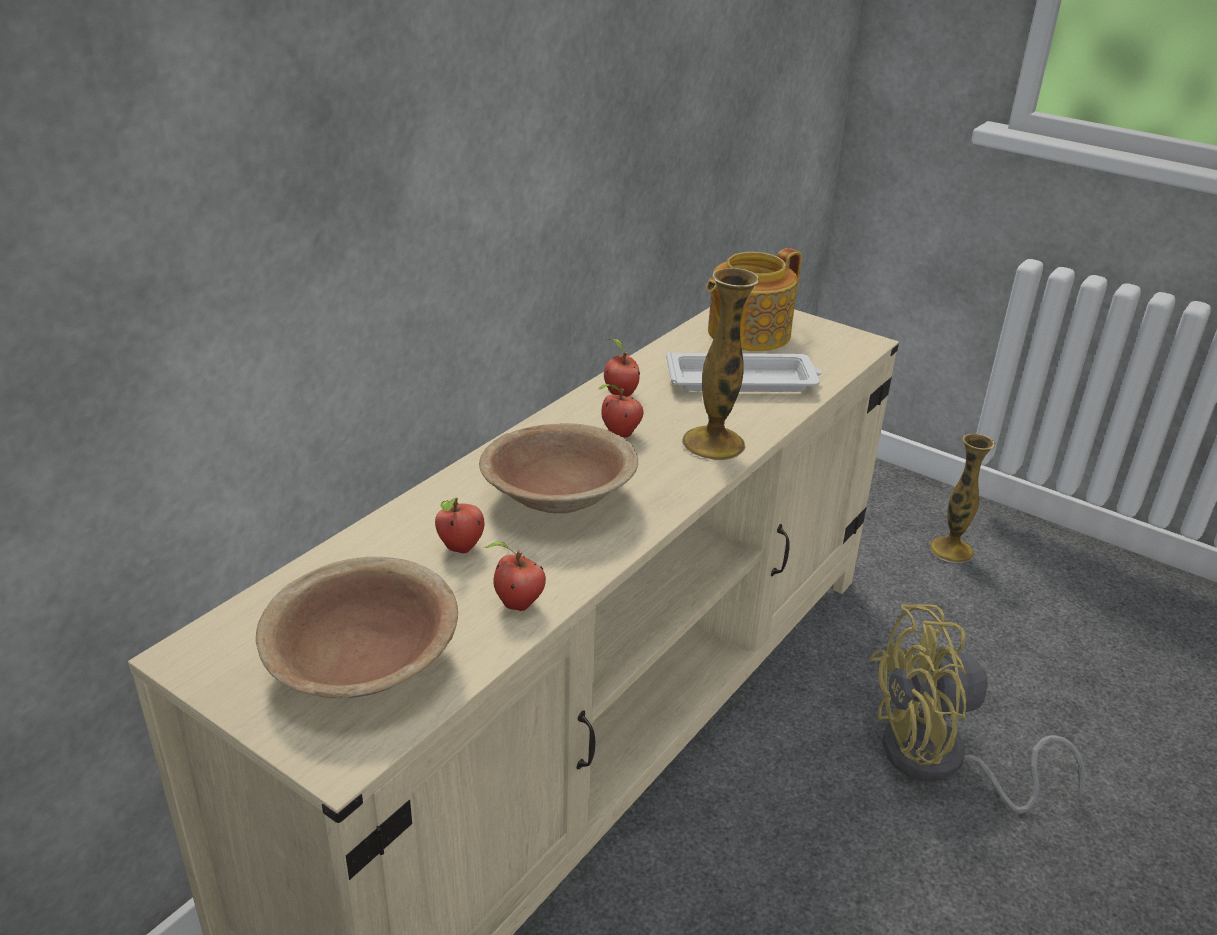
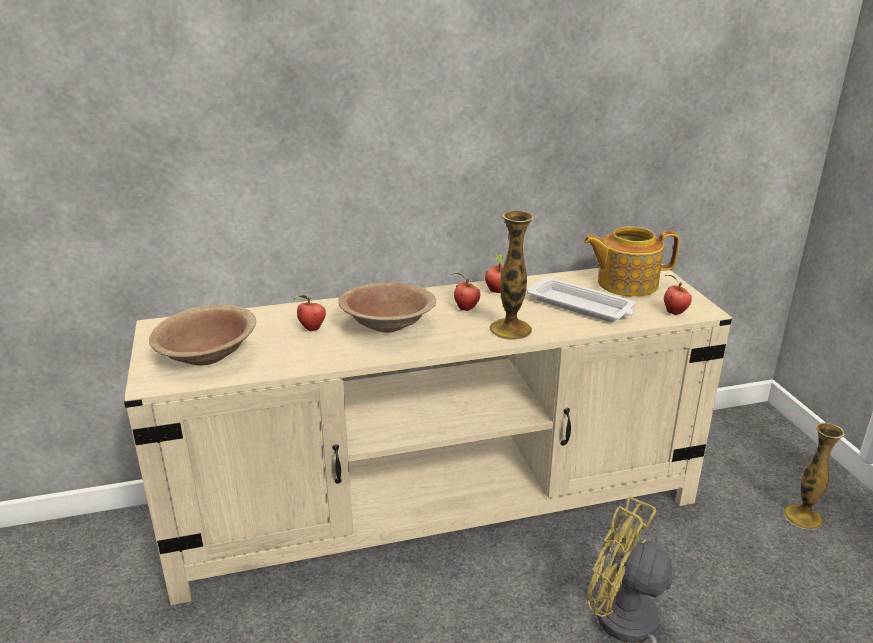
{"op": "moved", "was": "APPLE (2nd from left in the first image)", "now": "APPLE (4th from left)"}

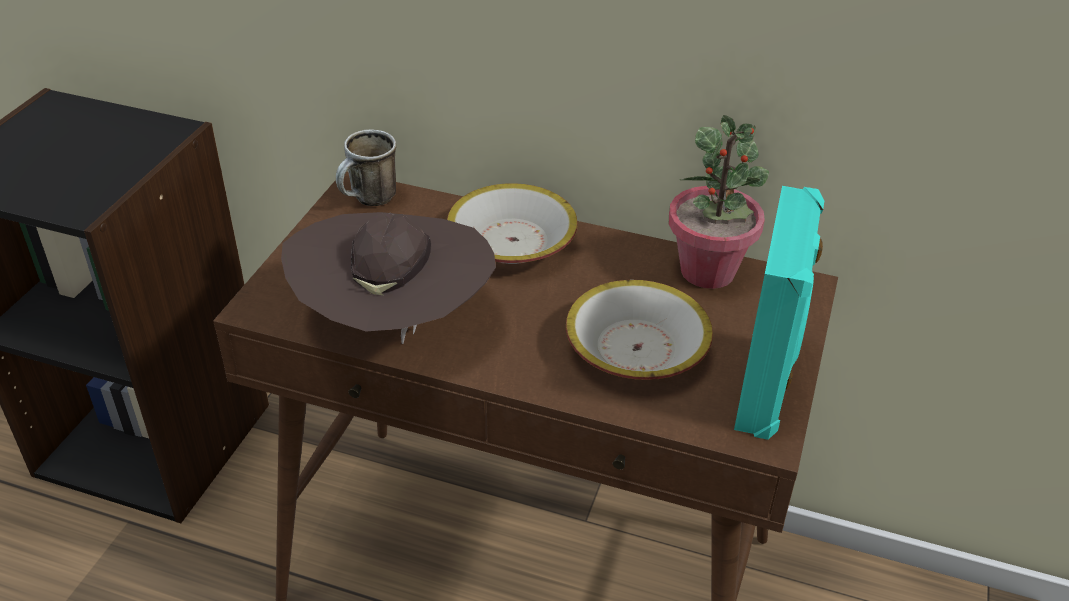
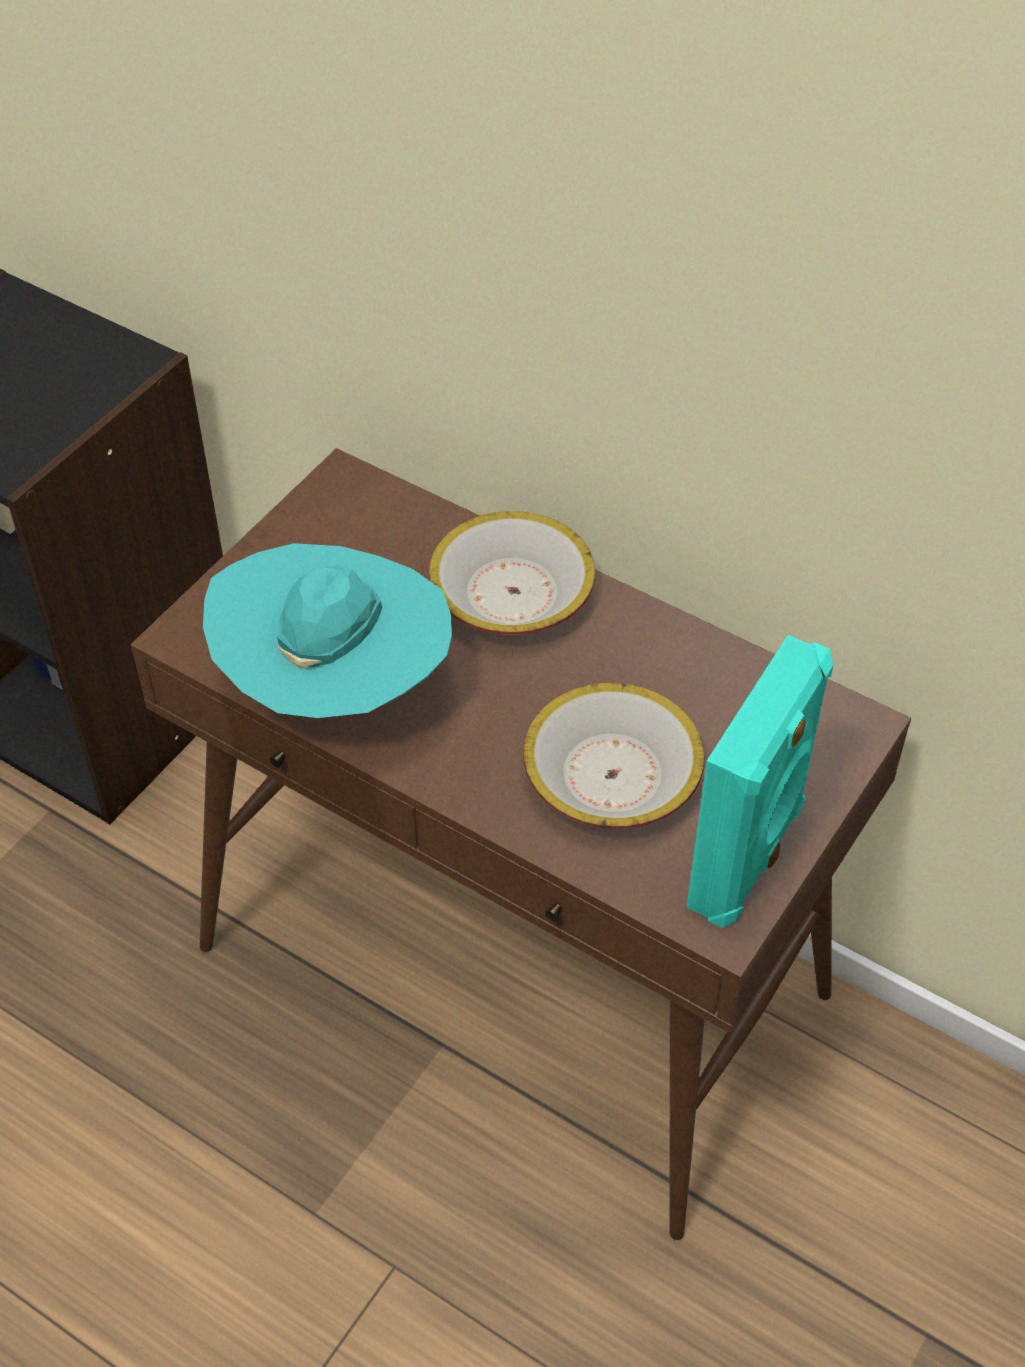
{"op": "recoloured", "was": "BROWN HAT", "now": "TURQUOISE HAT"}
{"op": "removed", "was": "MUG"}
{"op": "removed", "was": "POTTED PLANT"}

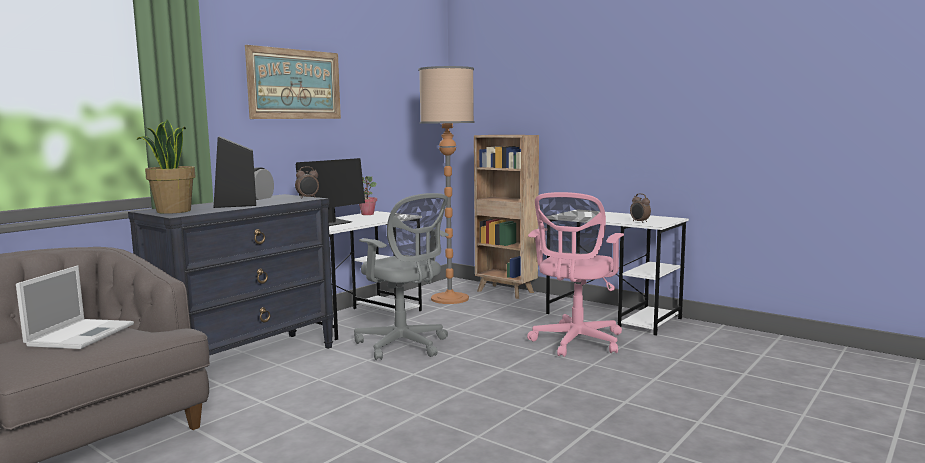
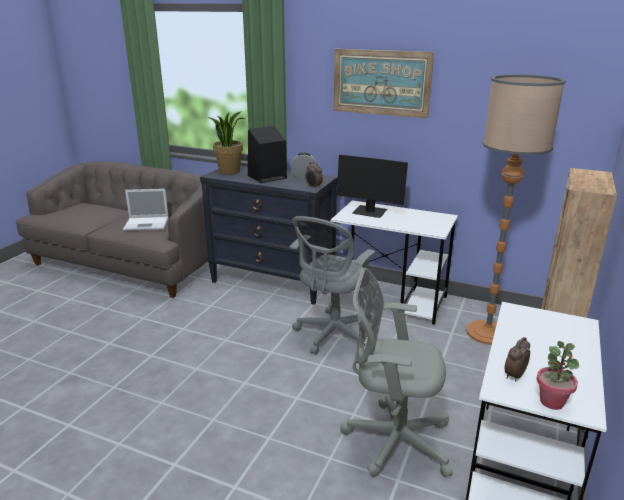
{"op": "moved", "was": "POTTED PLANT (2nd from left)"}
{"op": "recoloured", "was": "PINK OFFICE CHAIR", "now": "GREY OFFICE CHAIR (2nd from left)"}

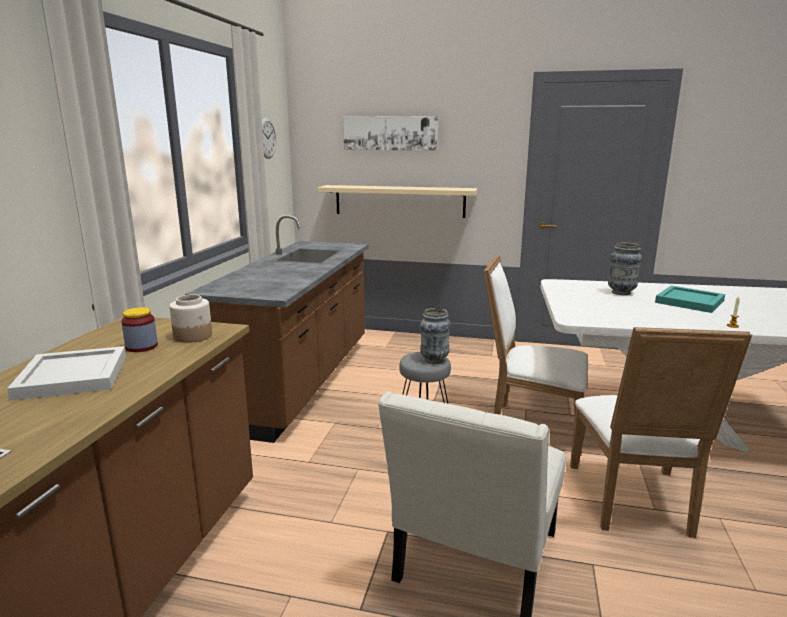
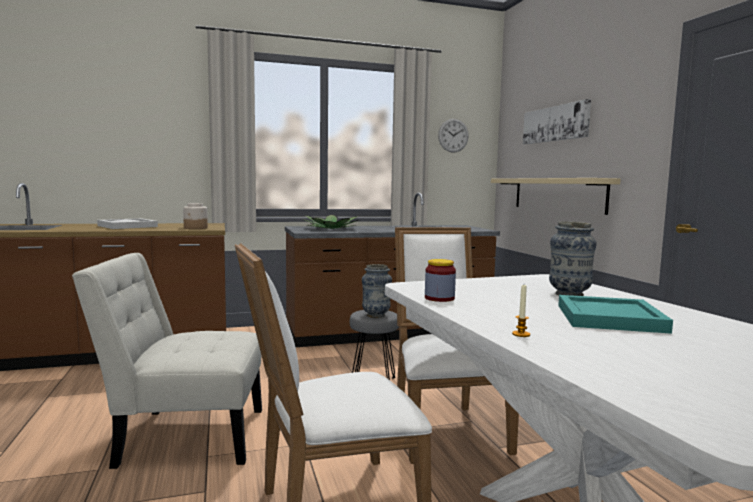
{"op": "moved", "was": "JAR (1st from left in the first image)", "now": "JAR (2nd from left)"}
{"op": "added", "now": "POTTED PLANT"}

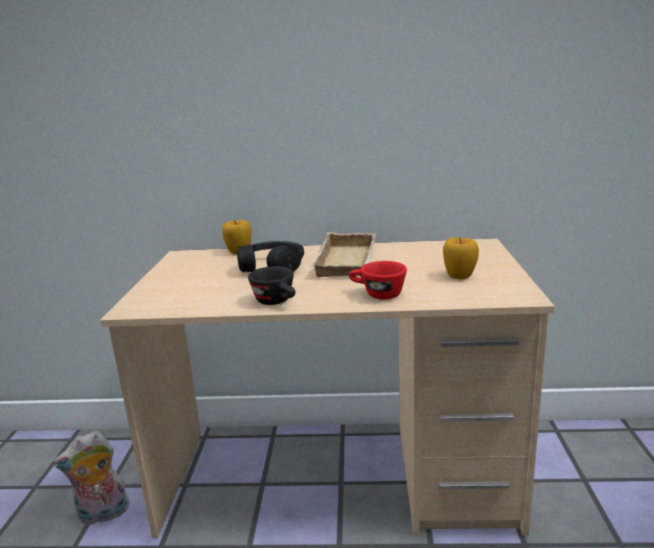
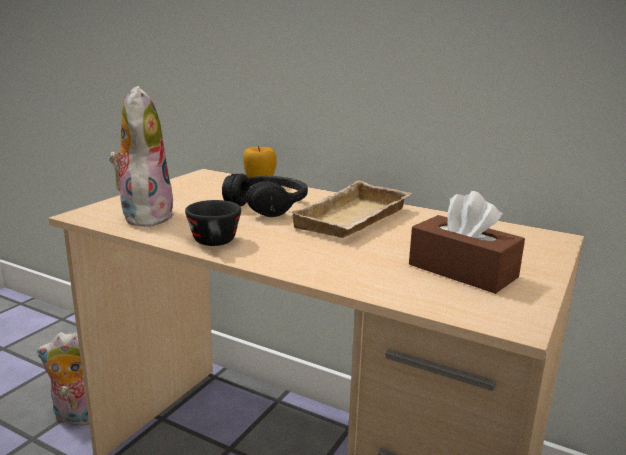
{"op": "removed", "was": "RED CUP"}
{"op": "replaced", "was": "APPLE (2nd from left)", "now": "BROWN TISSUE BOX"}
{"op": "added", "now": "PLUSH TOY (2nd from left)"}

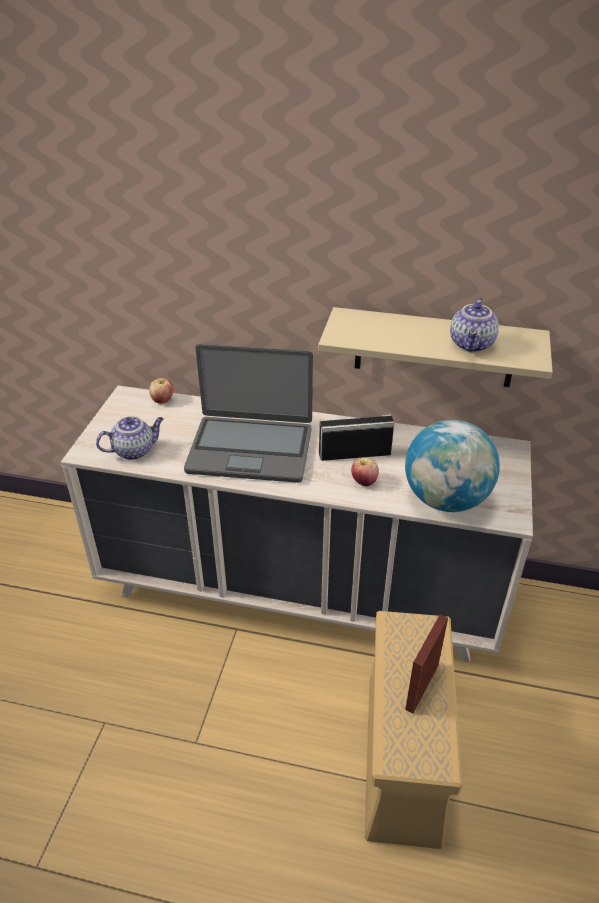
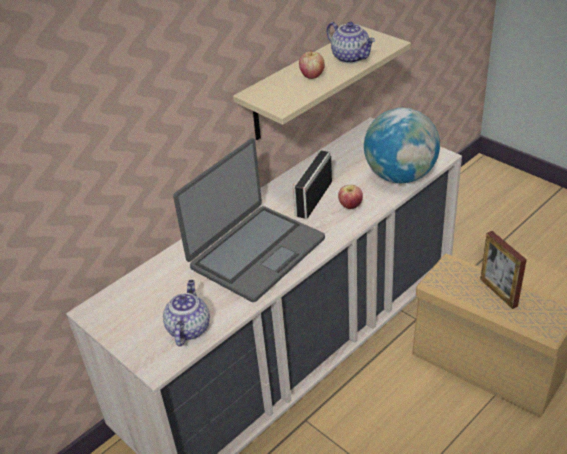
{"op": "moved", "was": "APPLE (1st from left)"}

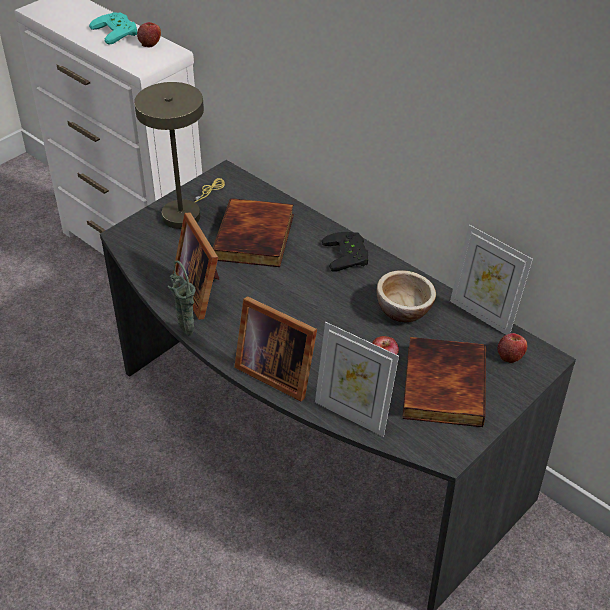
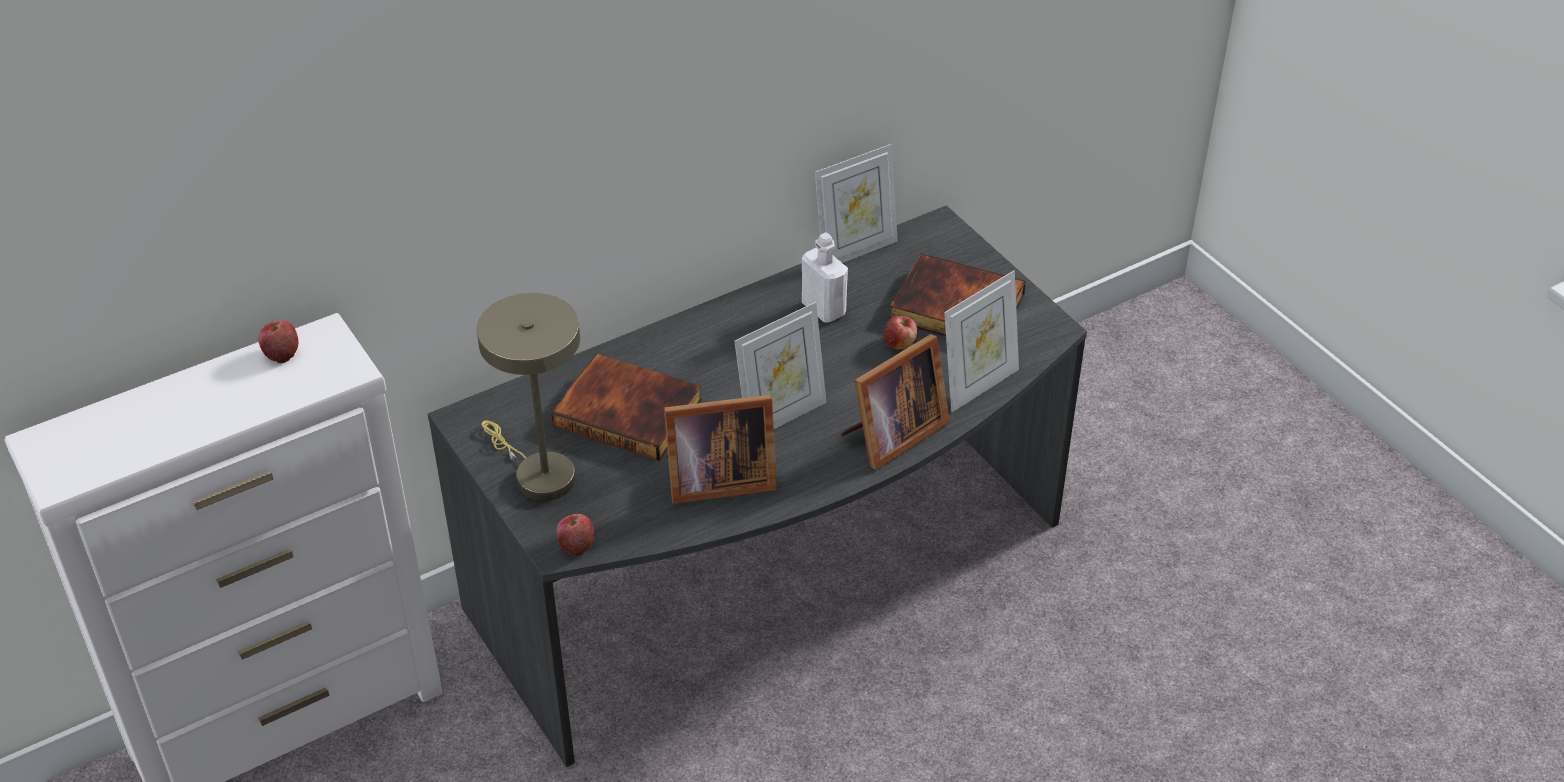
{"op": "removed", "was": "TURQUOISE GAME CONTROLLER"}
{"op": "removed", "was": "GREEN VASE"}
{"op": "removed", "was": "BLACK GAME CONTROLLER"}
{"op": "replaced", "was": "BOWL", "now": "WHITE BOTTLE"}
{"op": "moved", "was": "APPLE (3rd from left in the first image)", "now": "APPLE (2nd from left)"}
{"op": "added", "now": "PICTURE FRAME (2nd from left)"}

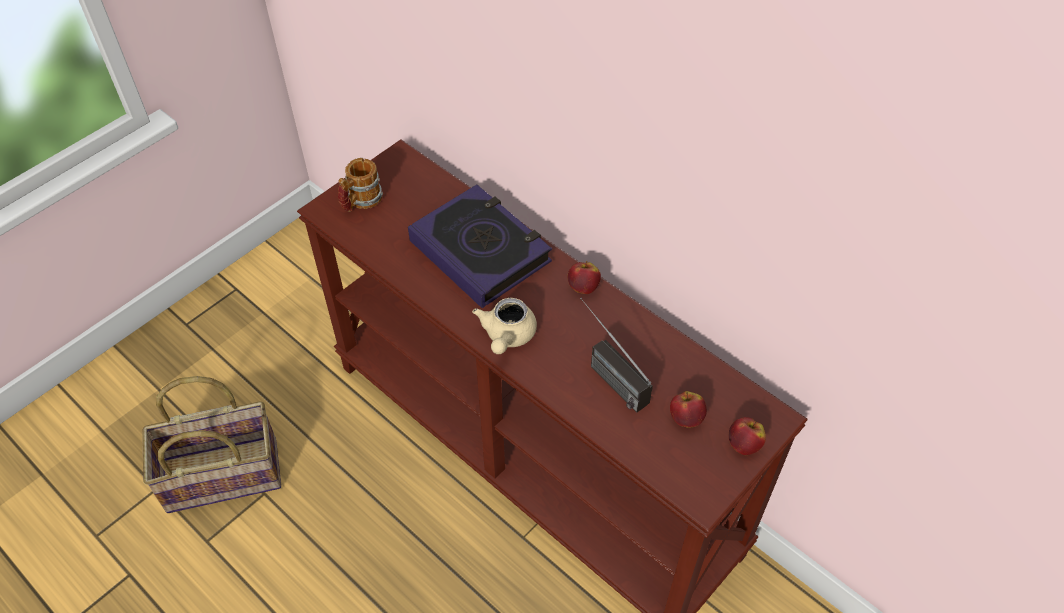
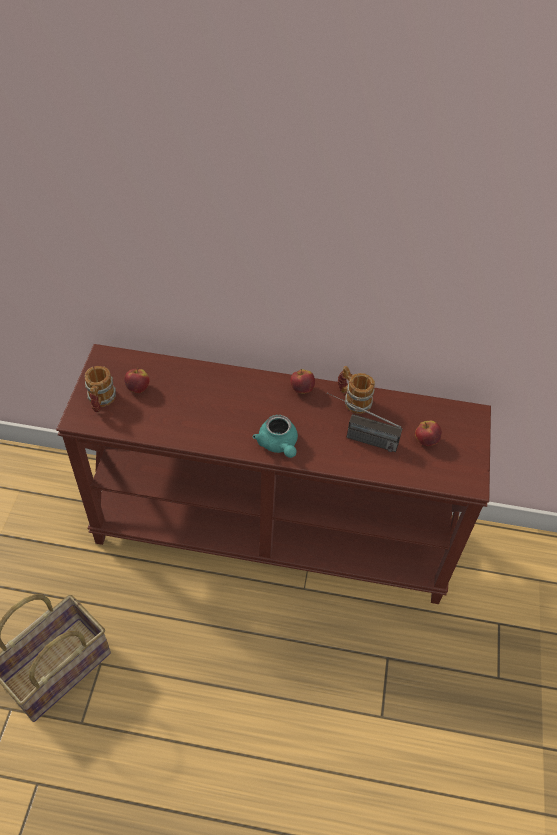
{"op": "removed", "was": "BOOK"}
{"op": "recoloured", "was": "BEIGE TEAPOT", "now": "TURQUOISE TEAPOT"}
{"op": "moved", "was": "APPLE (3rd from left in the first image)", "now": "APPLE (1st from left)"}
{"op": "added", "now": "MUG (2nd from left)"}

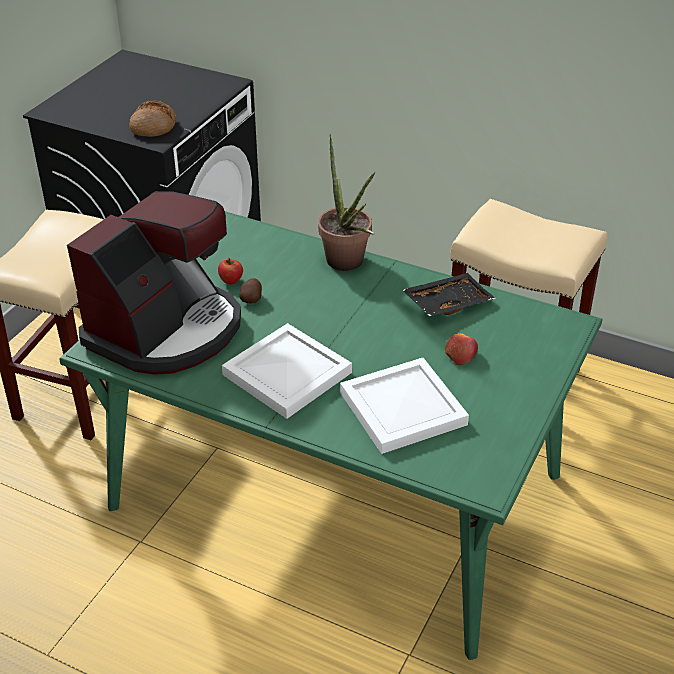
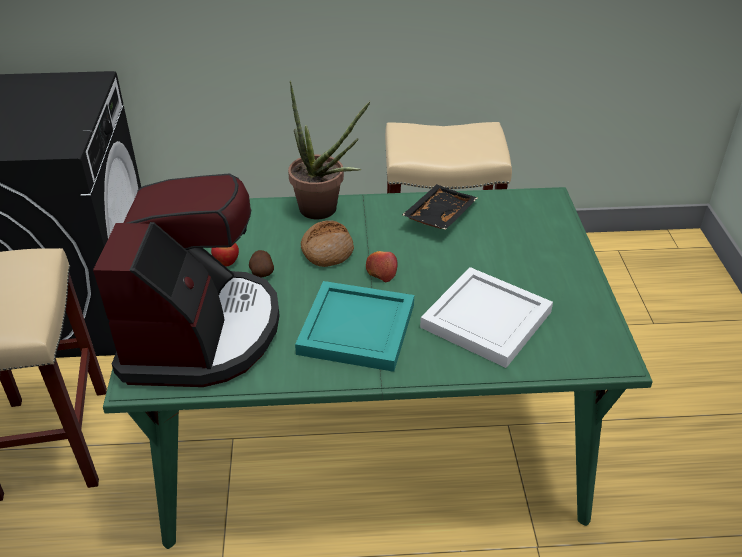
{"op": "moved", "was": "BREAD"}
{"op": "recoloured", "was": "WHITE TRAY (1st from left)", "now": "TURQUOISE TRAY"}
{"op": "moved", "was": "APPLE (2nd from left)"}

